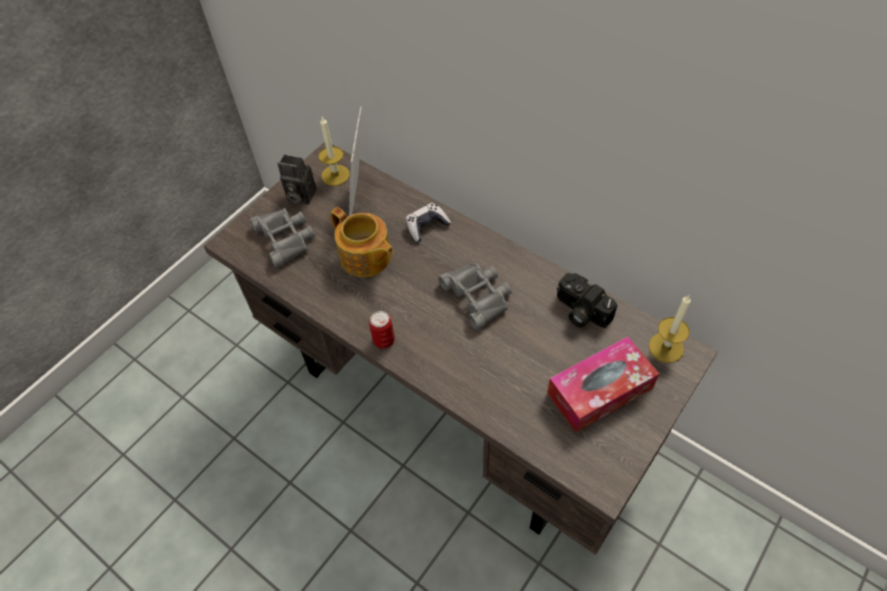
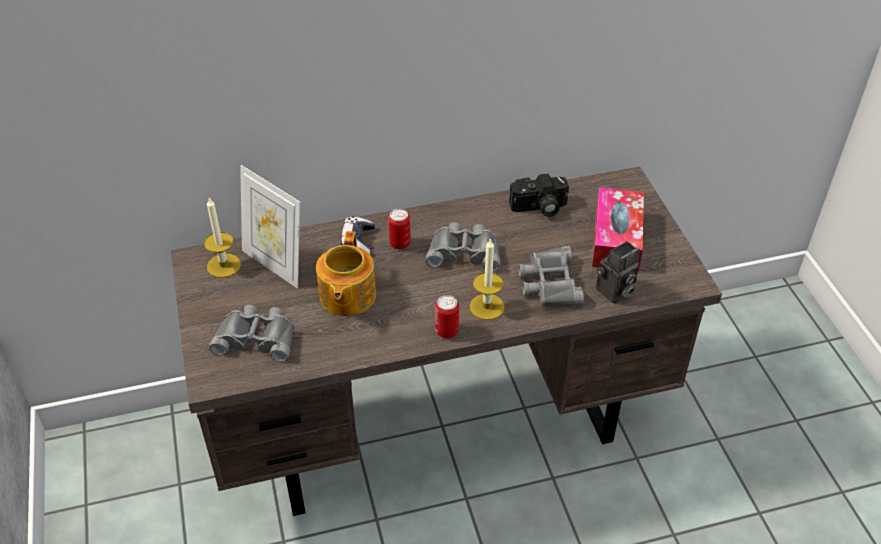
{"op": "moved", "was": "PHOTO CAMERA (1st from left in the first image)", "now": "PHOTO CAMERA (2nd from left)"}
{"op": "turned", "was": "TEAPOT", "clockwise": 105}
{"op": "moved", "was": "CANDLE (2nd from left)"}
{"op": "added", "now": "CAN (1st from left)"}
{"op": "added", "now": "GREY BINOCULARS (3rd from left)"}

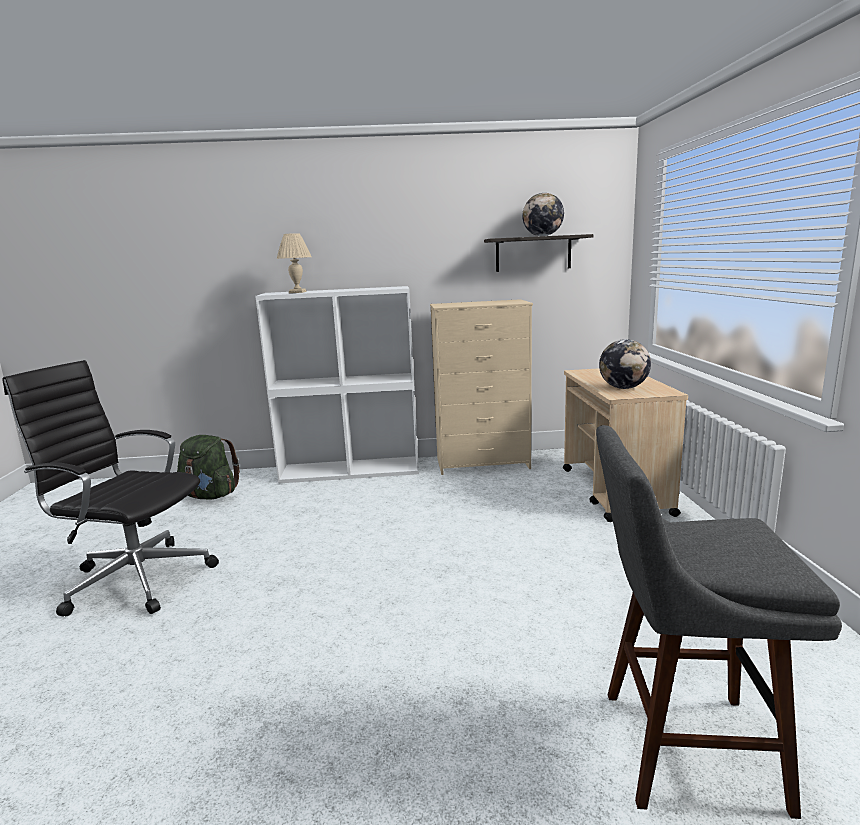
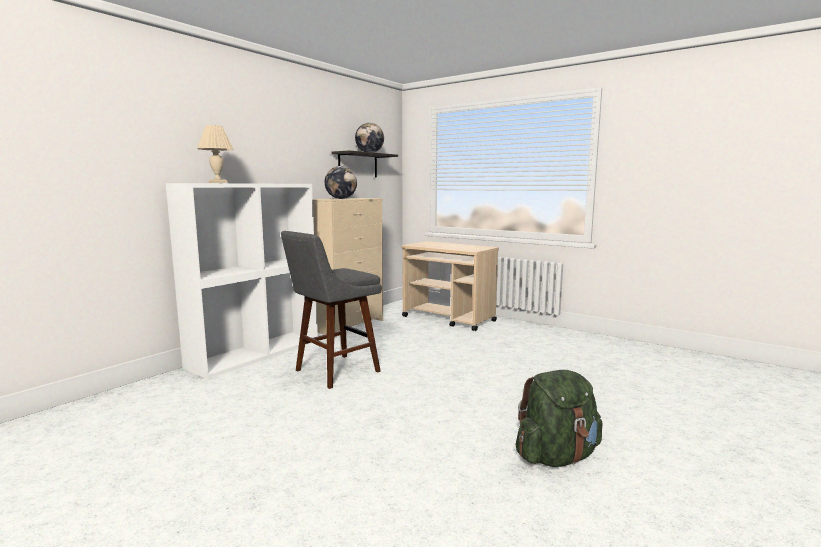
{"op": "removed", "was": "BLACK OFFICE CHAIR"}
{"op": "moved", "was": "GREEN BACKPACK"}
{"op": "moved", "was": "GREY STOOL"}
{"op": "moved", "was": "GLOBE (2nd from left in the first image)", "now": "GLOBE (1st from left)"}

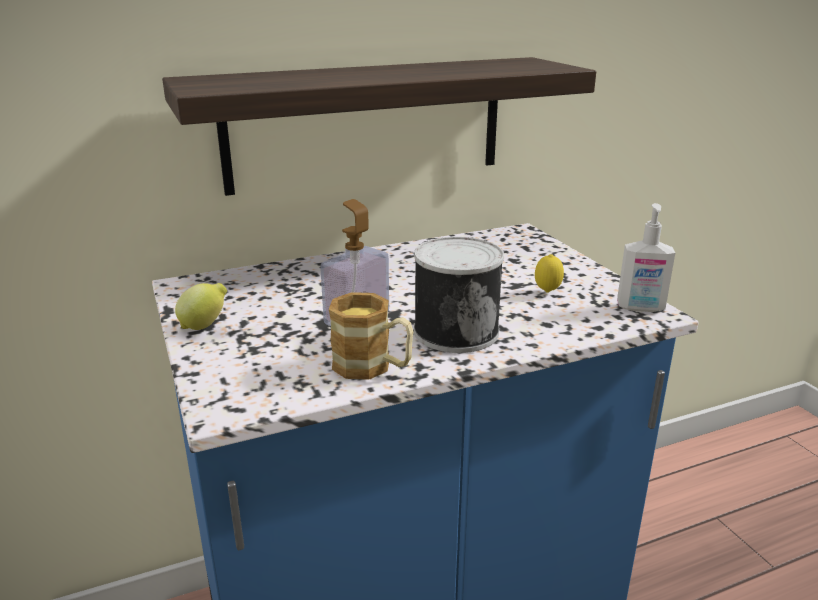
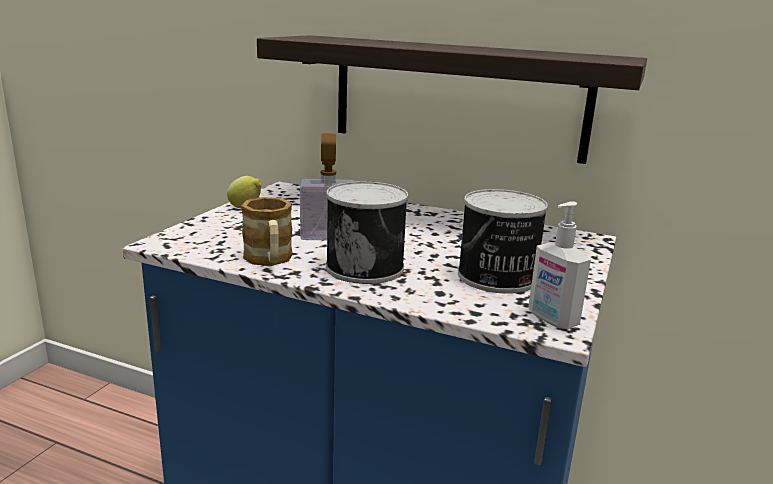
{"op": "replaced", "was": "LEMON (2nd from left)", "now": "CAN (2nd from left)"}

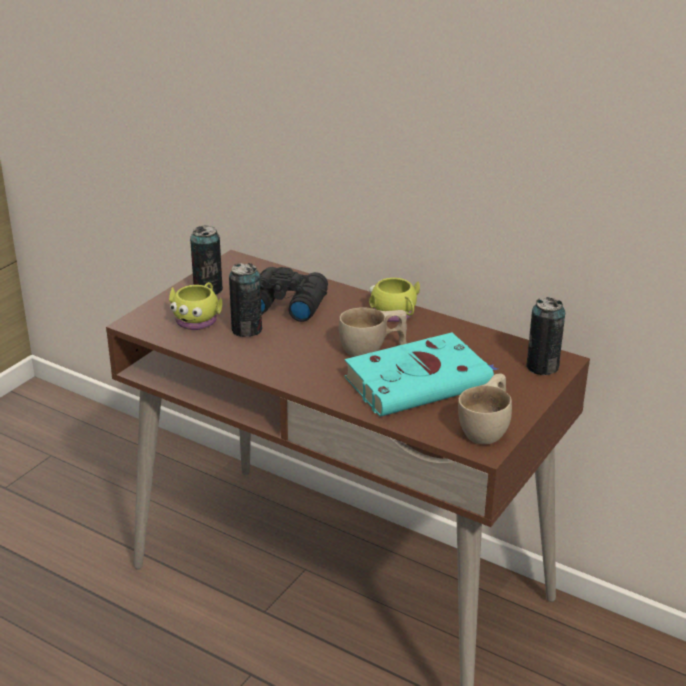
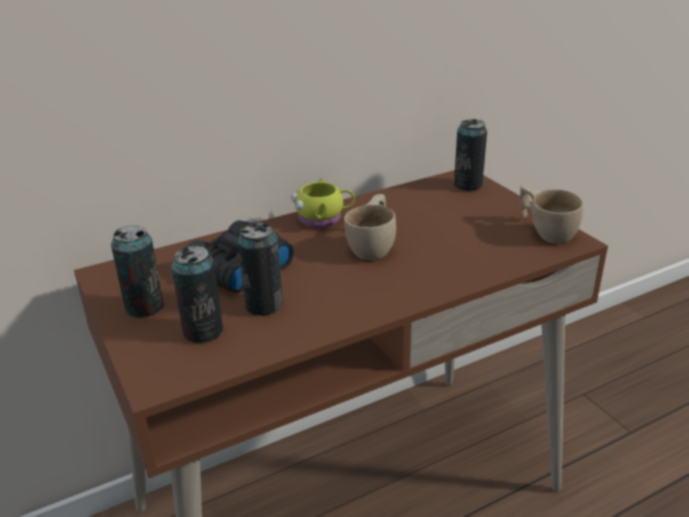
{"op": "replaced", "was": "YELLOW MUG (1st from left)", "now": "CAN (2nd from left)"}
{"op": "removed", "was": "TURQUOISE BOOK"}

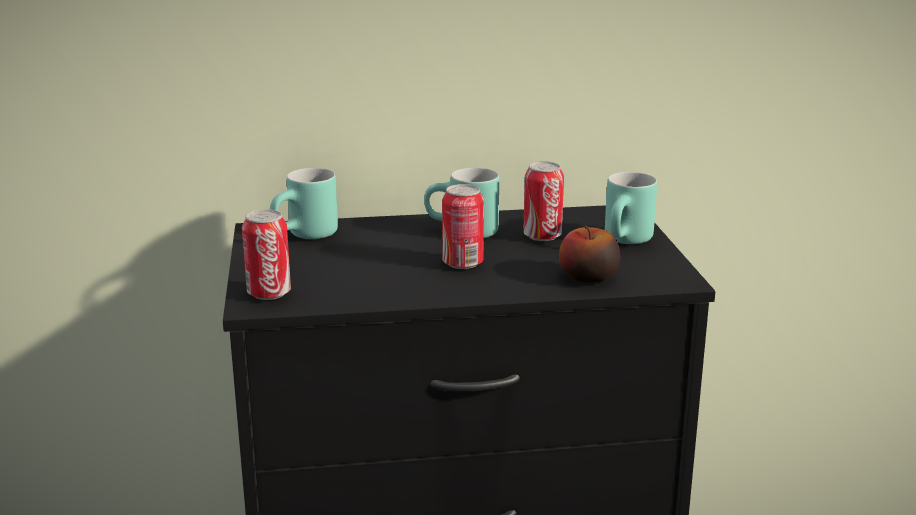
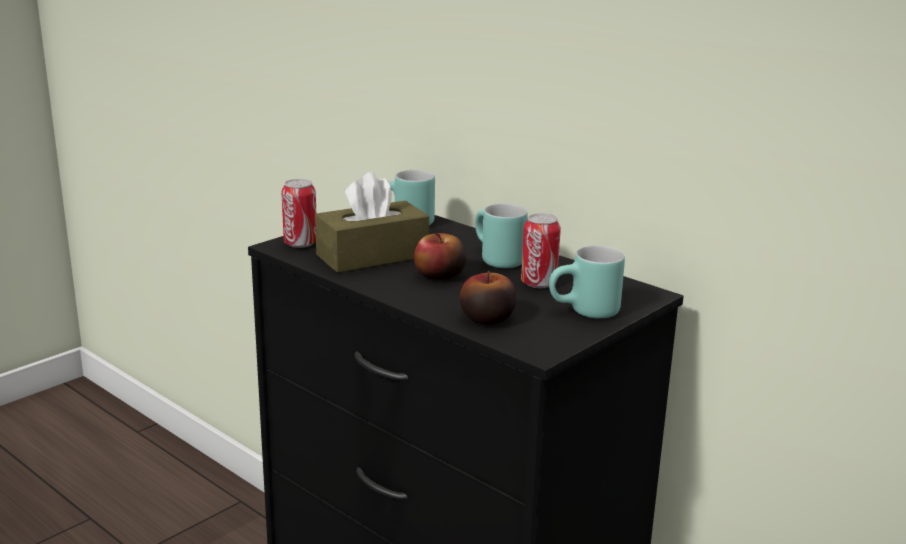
{"op": "replaced", "was": "CAN (2nd from left)", "now": "APPLE (1st from left)"}
{"op": "added", "now": "BROWN TISSUE BOX"}

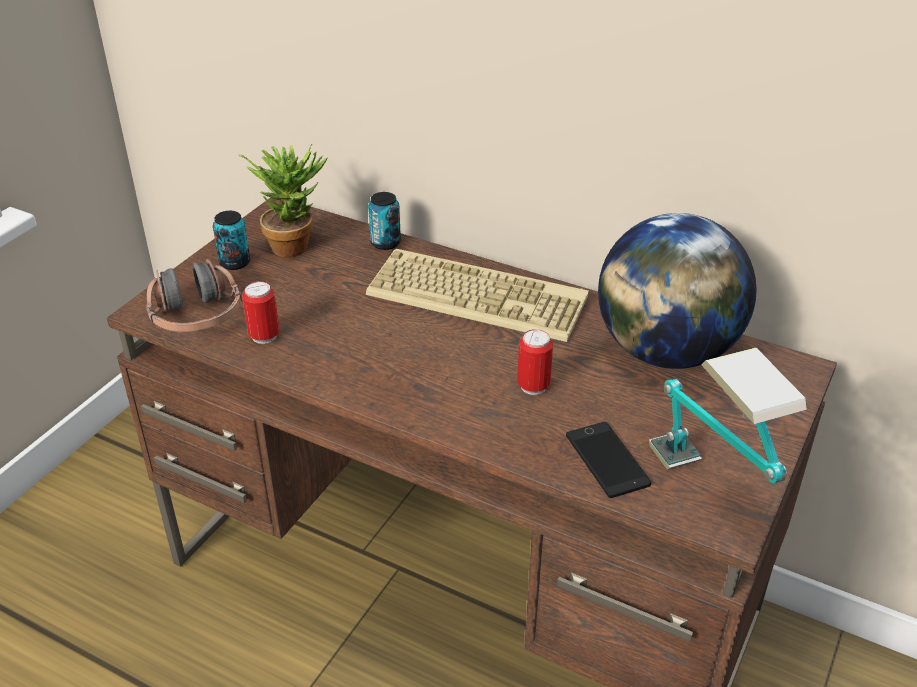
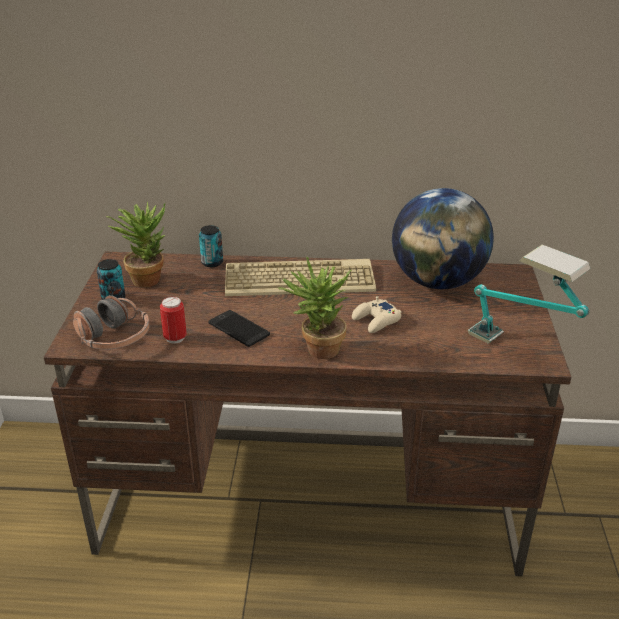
{"op": "replaced", "was": "CAN (4th from left)", "now": "BEIGE GAME CONTROLLER"}
{"op": "moved", "was": "PHONE"}
{"op": "added", "now": "POTTED PLANT (2nd from left)"}

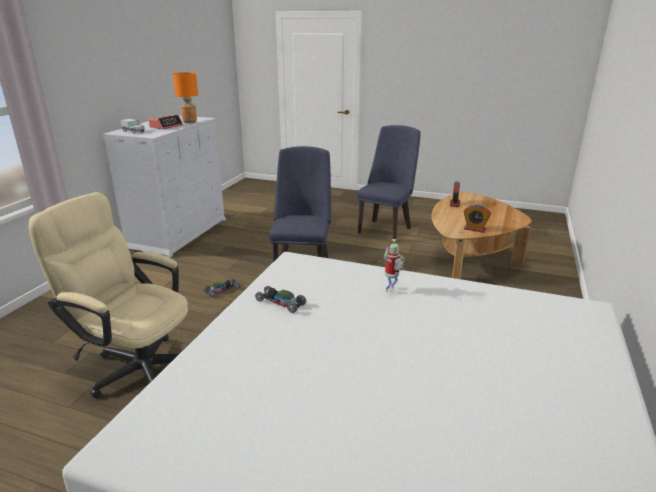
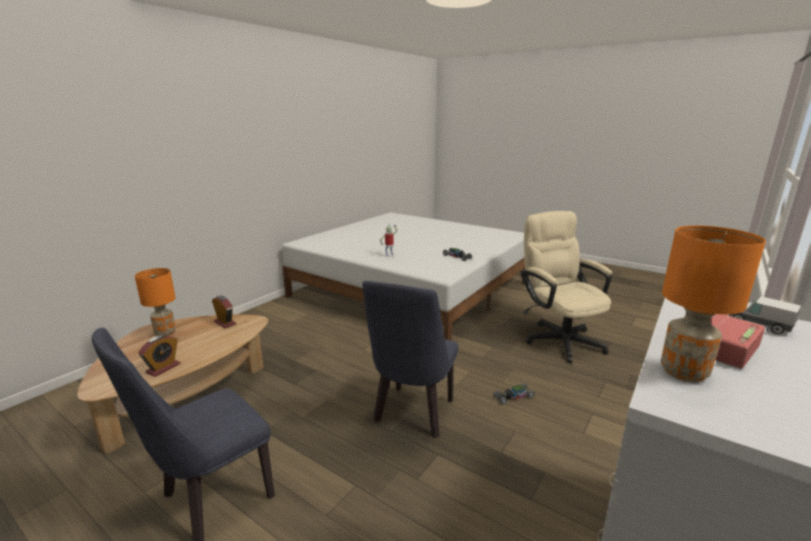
{"op": "turned", "was": "BEIGE OFFICE CHAIR", "clockwise": -150}
{"op": "added", "now": "ORANGE TABLE LAMP (1st from left)"}

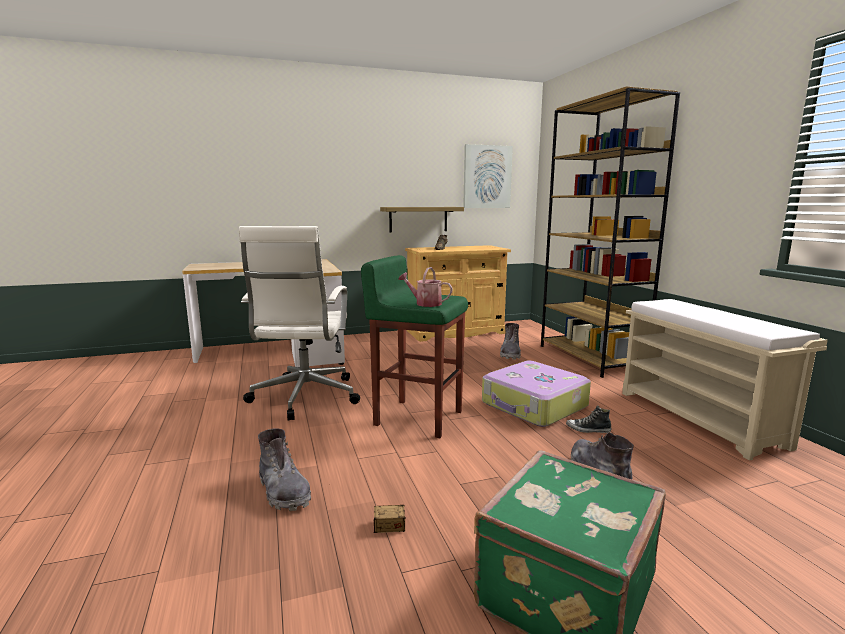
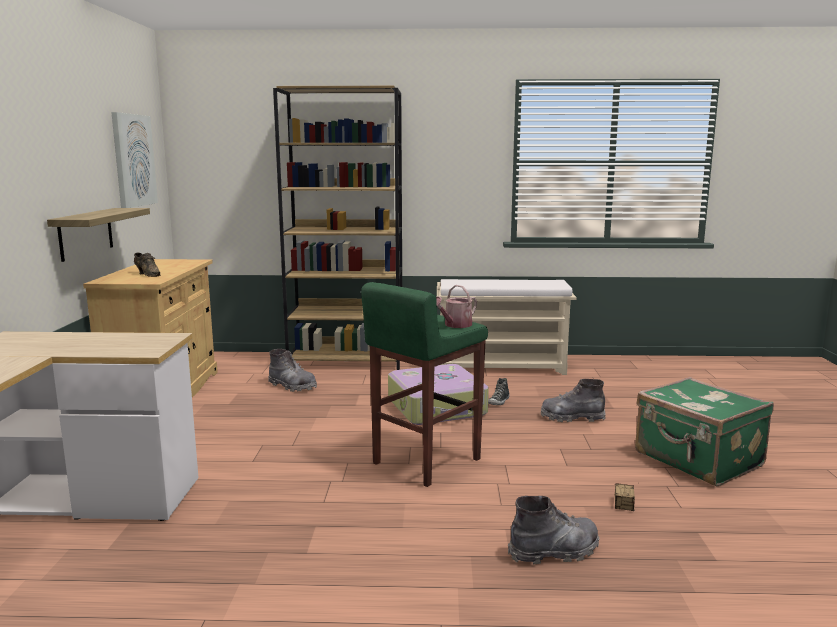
{"op": "removed", "was": "WHITE OFFICE CHAIR"}

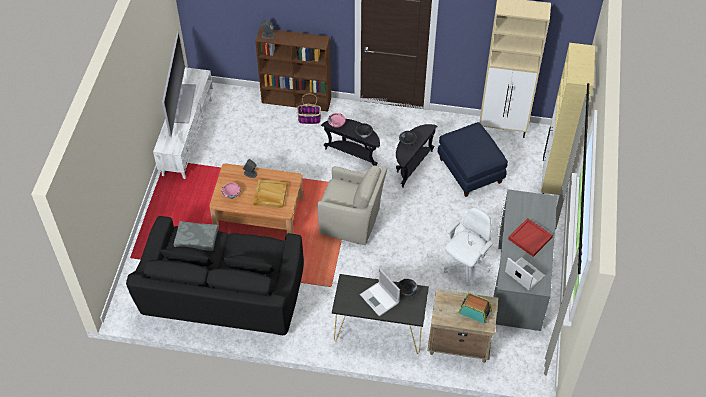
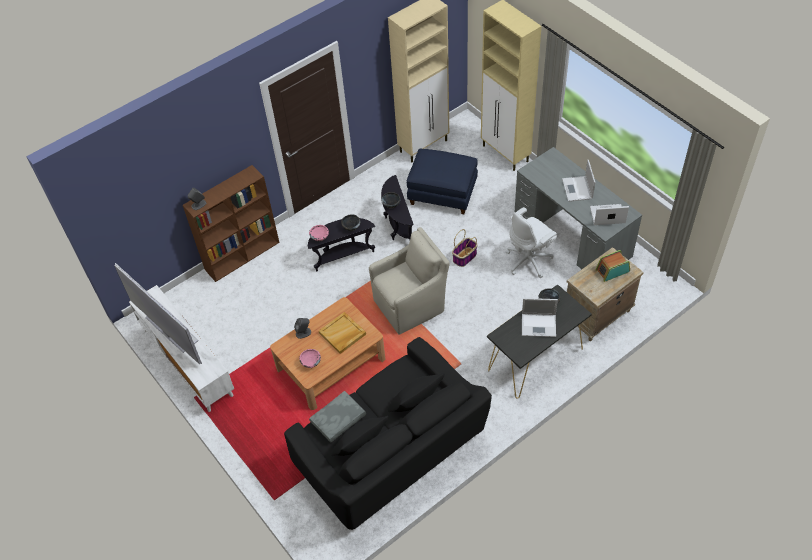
{"op": "moved", "was": "BASKET"}
{"op": "turned", "was": "WHITE OFFICE CHAIR", "clockwise": -120}
{"op": "replaced", "was": "RED TRAY", "now": "LAPTOP (2nd from left)"}

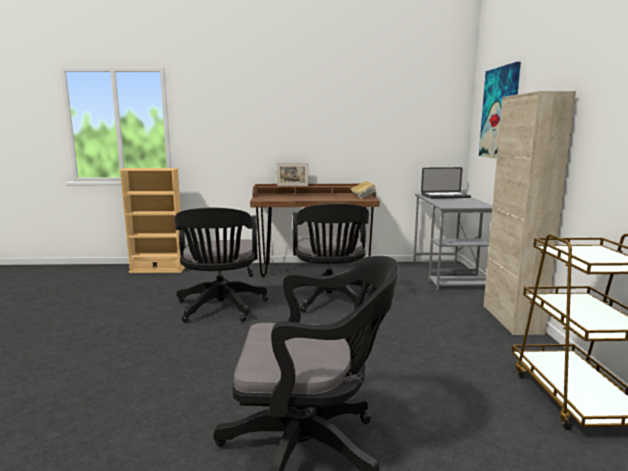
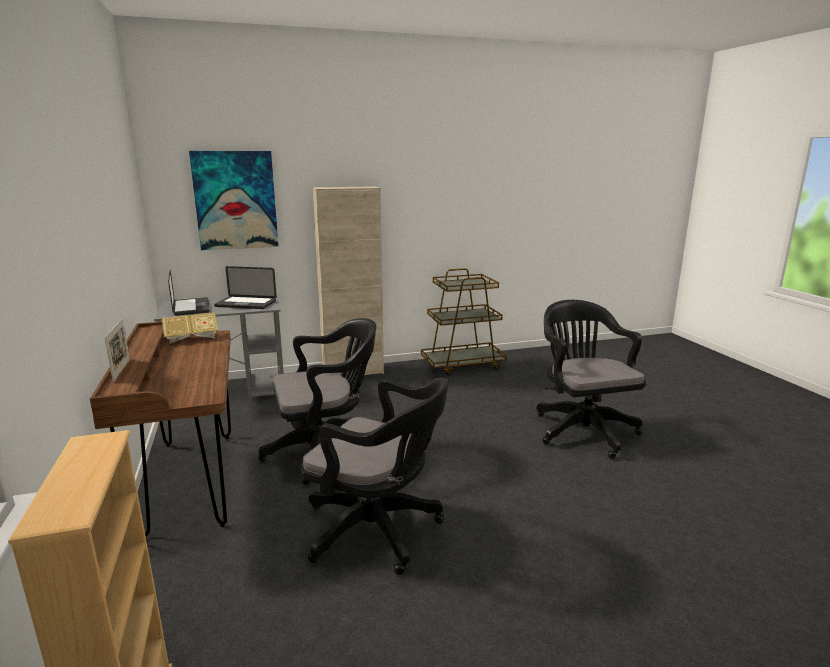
{"op": "turned", "was": "BLACK OFFICE CHAIR (1st from left in the first image)", "clockwise": 45}
{"op": "added", "now": "LAPTOP (2nd from left)"}

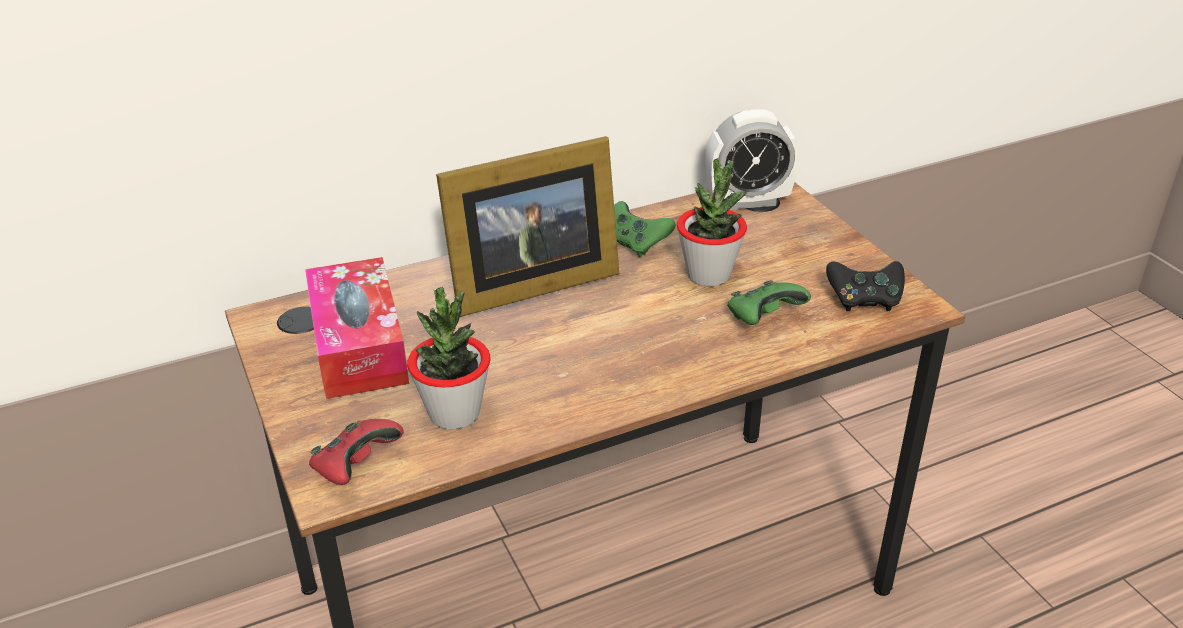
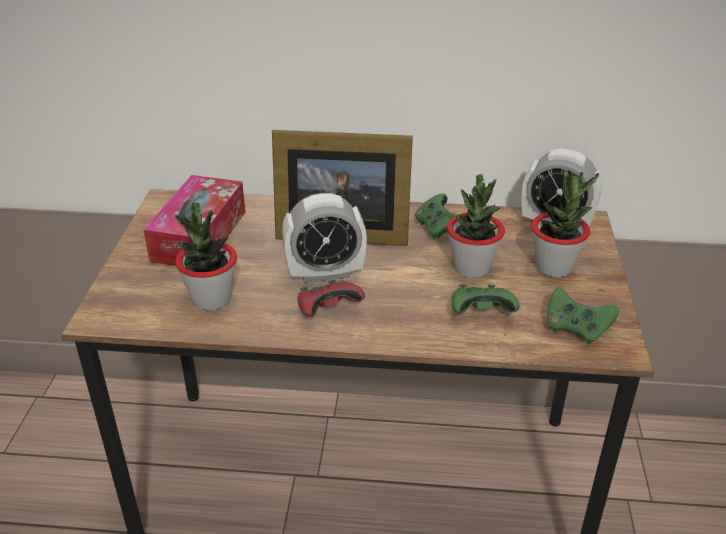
{"op": "moved", "was": "RED GAME CONTROLLER"}
{"op": "recoloured", "was": "BLACK GAME CONTROLLER", "now": "GREEN GAME CONTROLLER (3rd from left)"}
{"op": "added", "now": "ALARM CLOCK (1st from left)"}
{"op": "added", "now": "POTTED PLANT (3rd from left)"}

